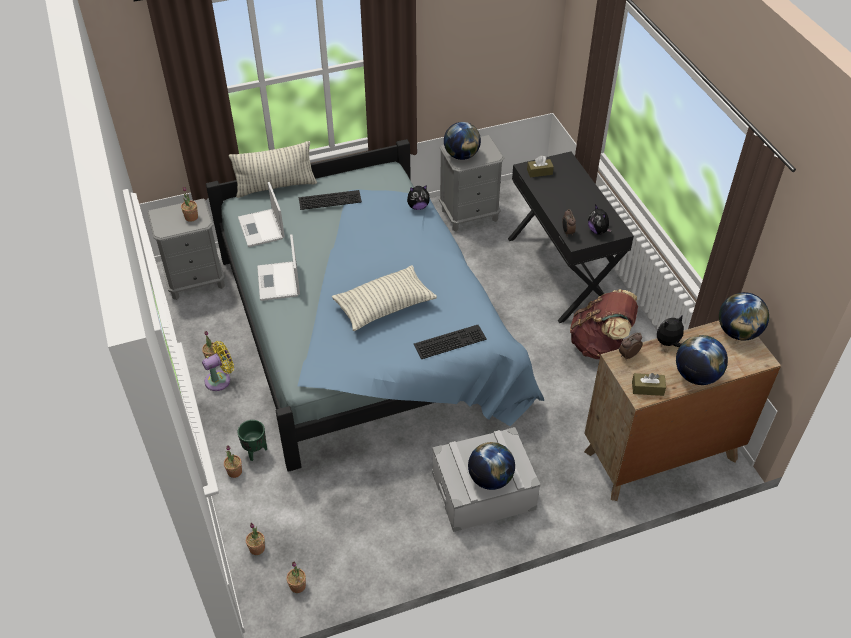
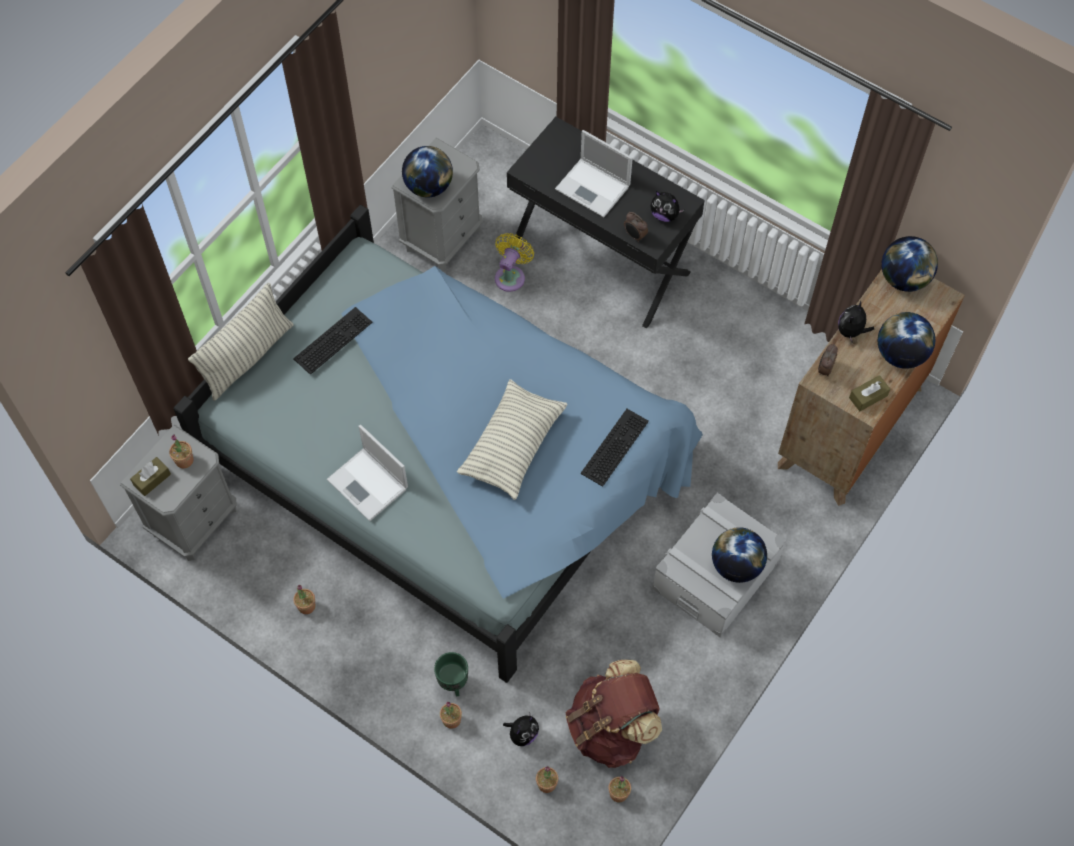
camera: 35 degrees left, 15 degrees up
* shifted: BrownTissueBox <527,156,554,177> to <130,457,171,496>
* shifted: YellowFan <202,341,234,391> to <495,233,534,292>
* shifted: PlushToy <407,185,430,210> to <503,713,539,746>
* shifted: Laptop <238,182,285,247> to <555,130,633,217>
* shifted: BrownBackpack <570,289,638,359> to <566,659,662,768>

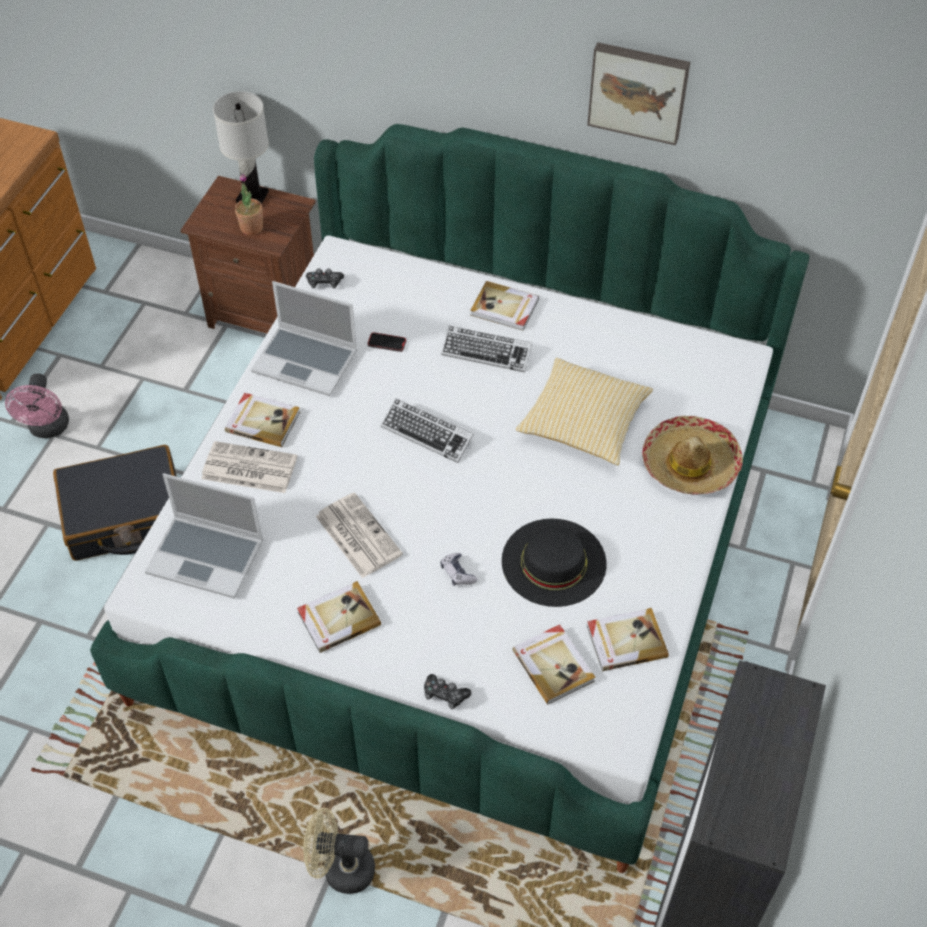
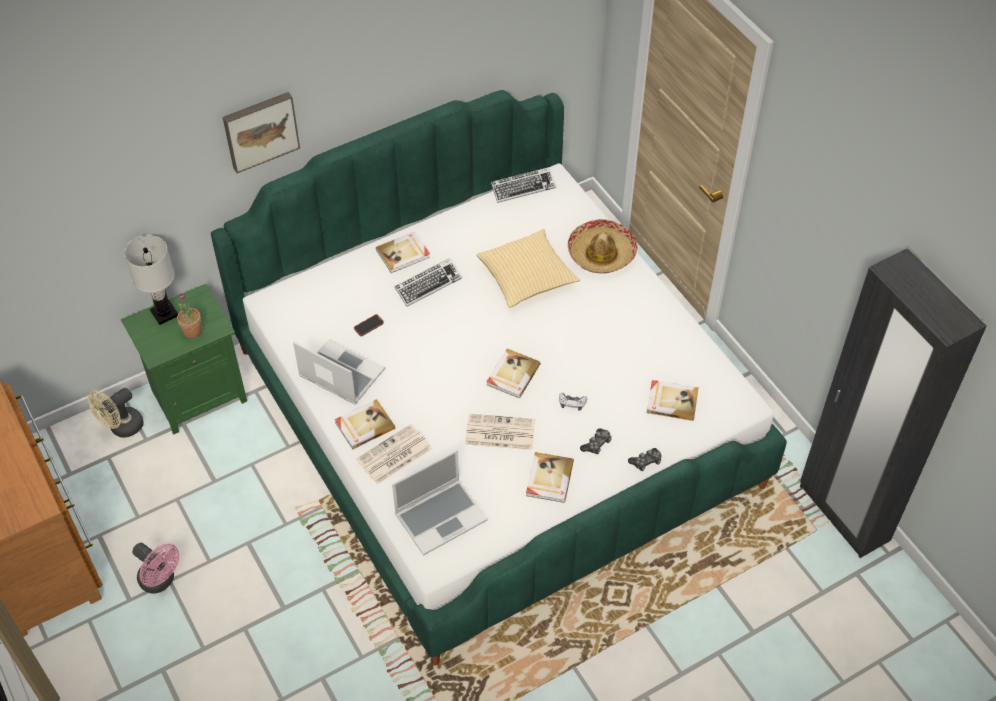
camera: 50 degrees left, 0 degrees up
* shifted: BeigeFan <303,808,375,894> to <88,388,144,438>
* repainted: BrownNightstand <180,176,316,334> to GreenNightstand <121,284,247,435>
* shifted: Picture <587,42,690,145> to <223,92,300,173>
* rotated: Laptop <251,281,358,396> = <293,339,385,405> 120 degrees counterclockwise
* shifted: Book <587,608,669,671> to <486,349,541,398>
* shifted: Keyboard <381,398,474,463> to <491,167,556,203>
* shifted: GameController <306,268,344,288> to <580,428,612,454>
* gone: BlackSuitcase <53,445,177,561>
* gone: BlackHat <502,518,606,607>

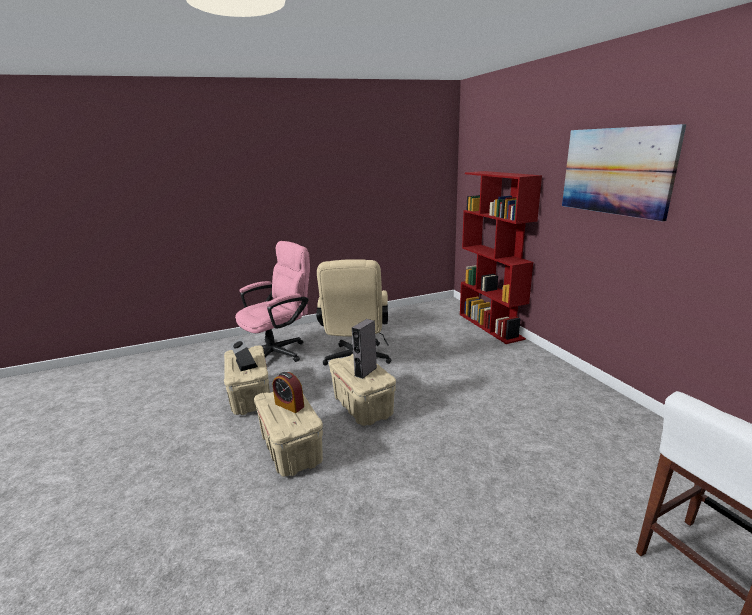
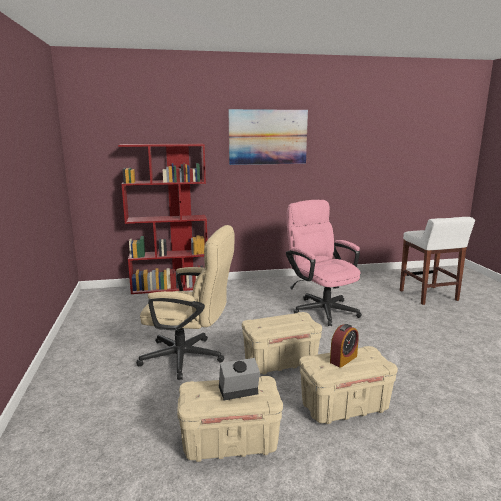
camera: 80 degrees left, 5 degrees down
* shifted: PinkOfficeChair <235,241,310,362> to <286,200,362,326>
* gone: GreySpeaker <352,319,377,379>

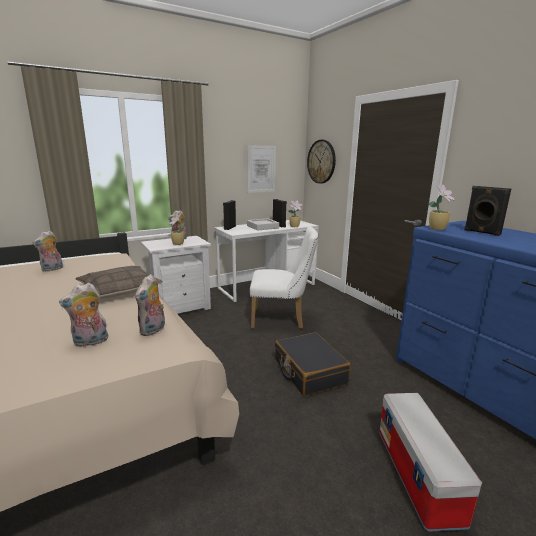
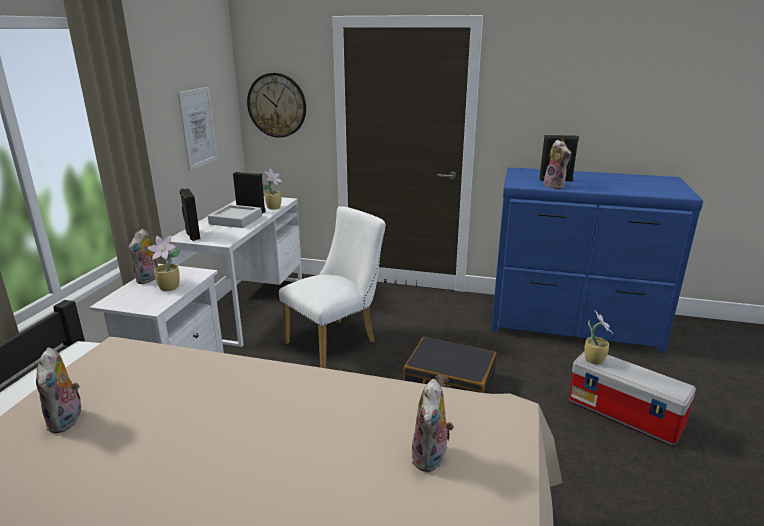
camera: 45 degrees left, 5 degrees up
* shifted: PlushToy <135,274,165,336> to <544,140,571,189>
* shifted: PottedPlant <428,185,455,230> to <584,310,613,365>
* gone: Pillow <75,266,163,299>

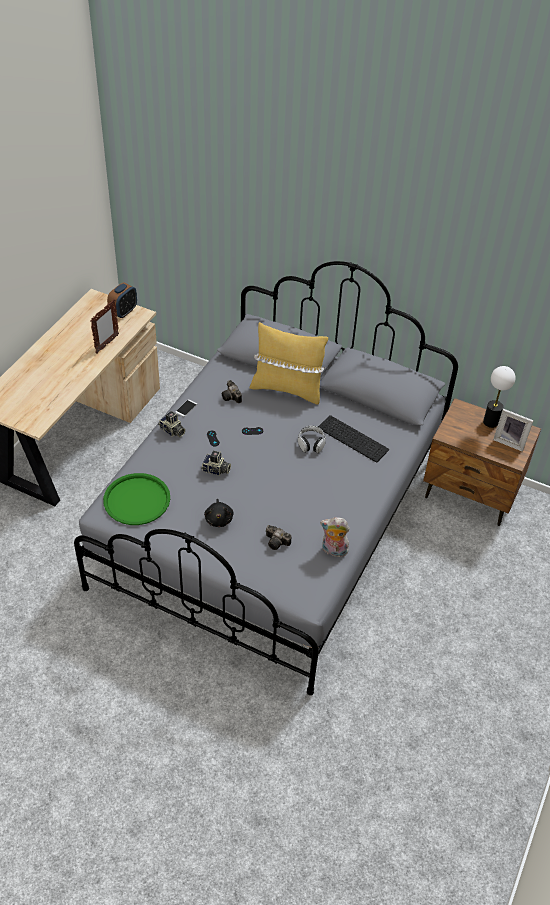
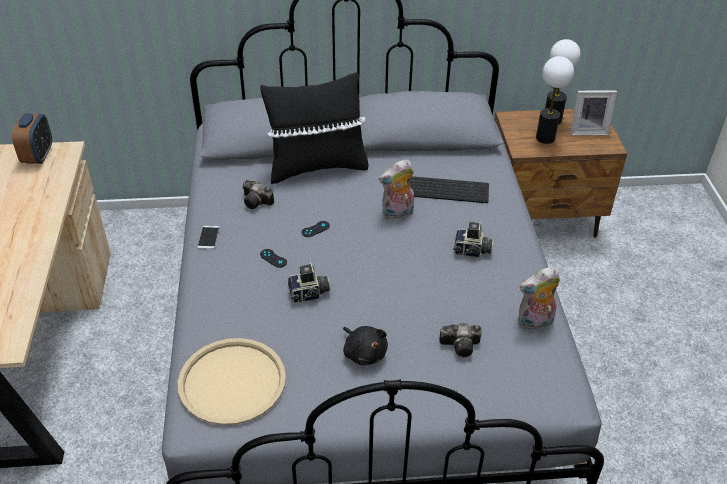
camera: 30 degrees left, 5 degrees down
* repainted: GreenTray <103,473,170,525> to BeigeTray <178,338,286,425>
* repainted: YellowPillow <250,322,328,405> to BlackPillow <260,73,368,184>
* swapped: Headphones <298,426,326,453> to PlushToy <379,159,414,220>
* shifted: PhotoCamera <158,411,185,437> to <453,222,494,258>
* new: TableLamp <536,56,574,144>
* gone: PictureFrame <90,299,119,354>

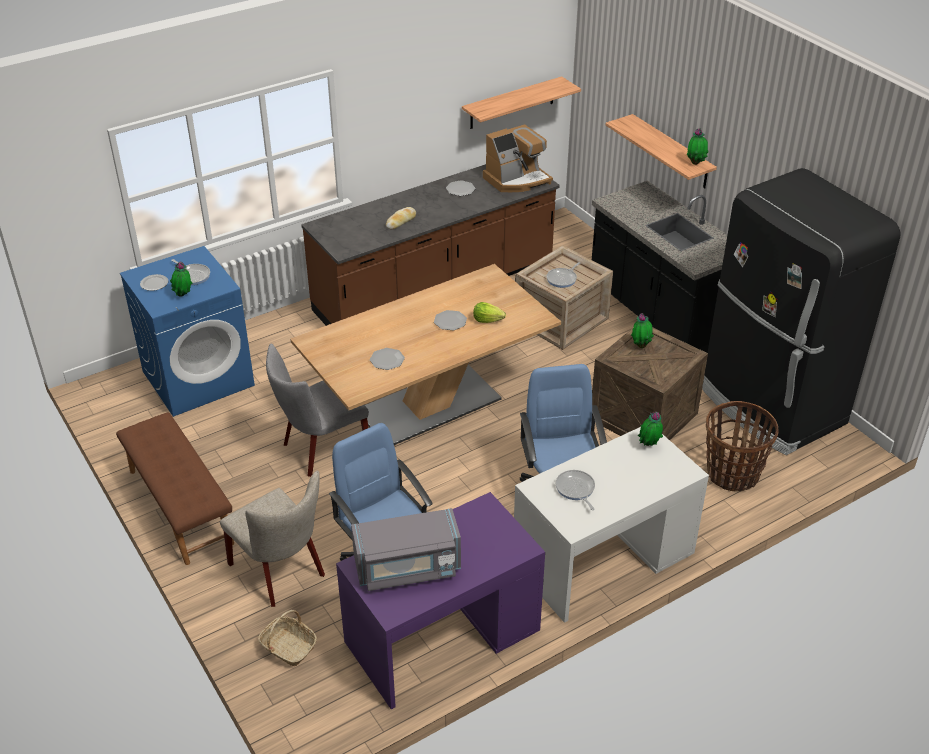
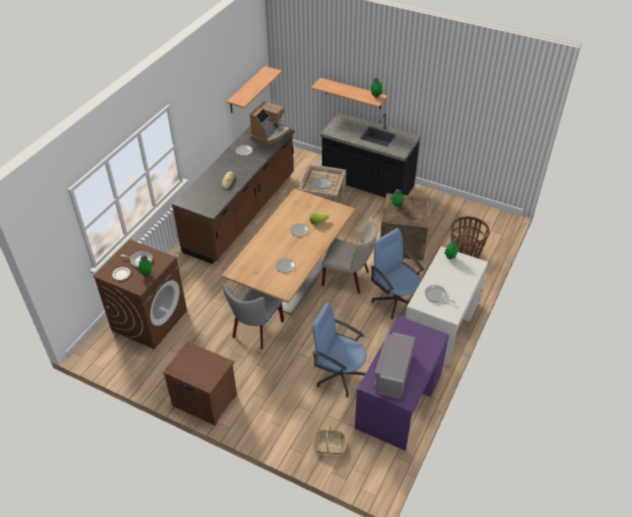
camera: 30 degrees left, 5 degrees up
* repainted: BlueWashingMachine <120,246,255,417> to BrownWashingMachine <93,239,187,349>
* swapped: BrownBench <116,412,234,565> to BrownNightstand <163,342,237,426>
* shifted: BeigeChair <220,471,325,607> to <322,217,377,294>
* rotated: GreyMicrowave <351,508,461,591> = <373,332,415,399> 150 degrees clockwise
* gone: BlackFridge <702,168,901,455>

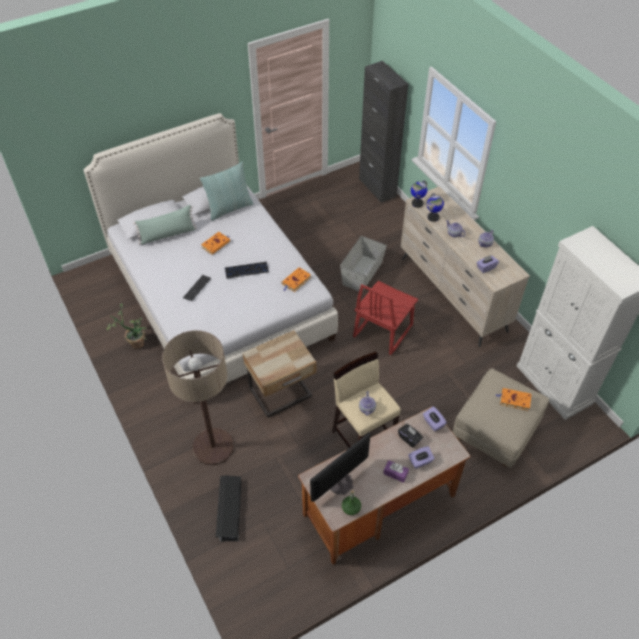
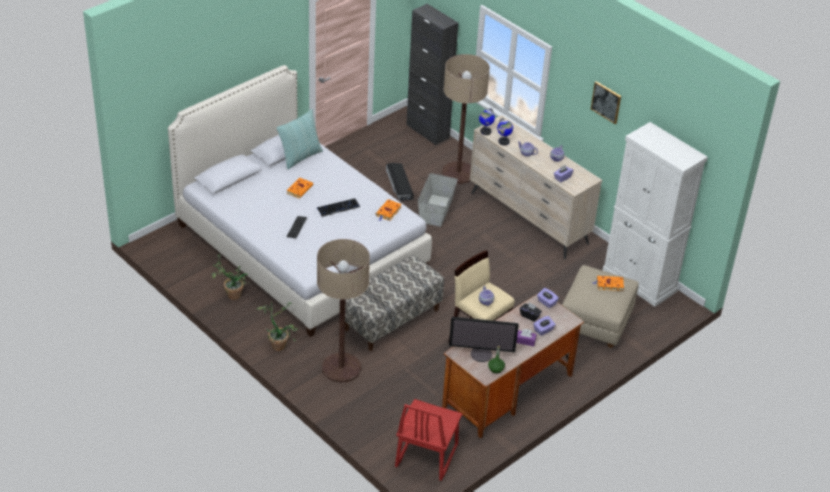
camera: 15 degrees left, 10 degrees down
* new: PottedPlant <257,302,298,351>
* swapped: BeigeNightstand <243,330,316,418> to Bench <345,255,444,351>
* shifted: BlackStorageBox <216,475,242,541> to <386,163,414,201>
* shifted: RedChair <353,281,418,355> to <395,399,463,481>
* new: FloorLamp <442,54,490,184>
* rotated: Monitor <310,432,370,502> = <449,317,519,362> 120 degrees counterclockwise
* new: Picture <591,81,621,124>
* gone: GreenPillow <133,205,197,245>

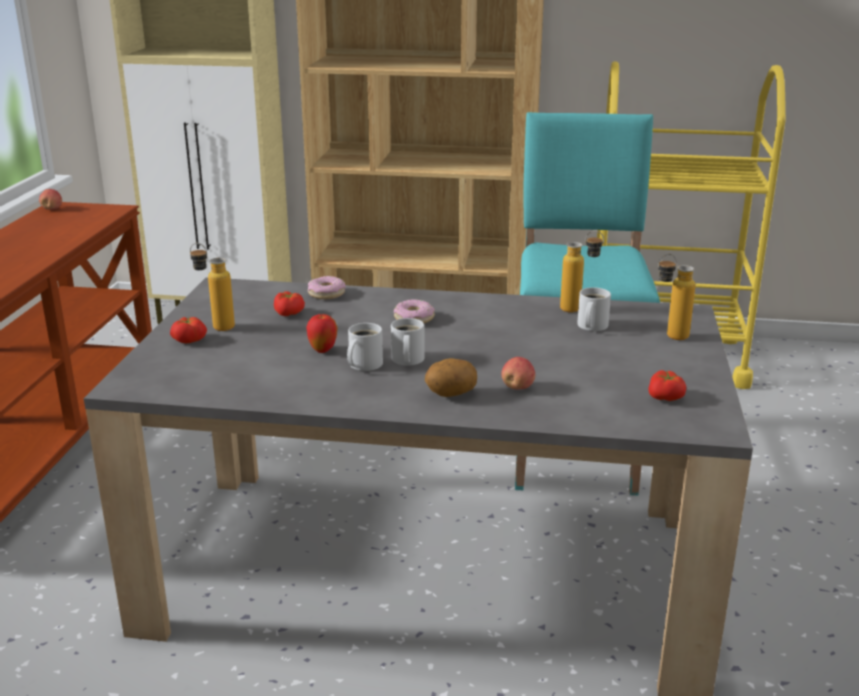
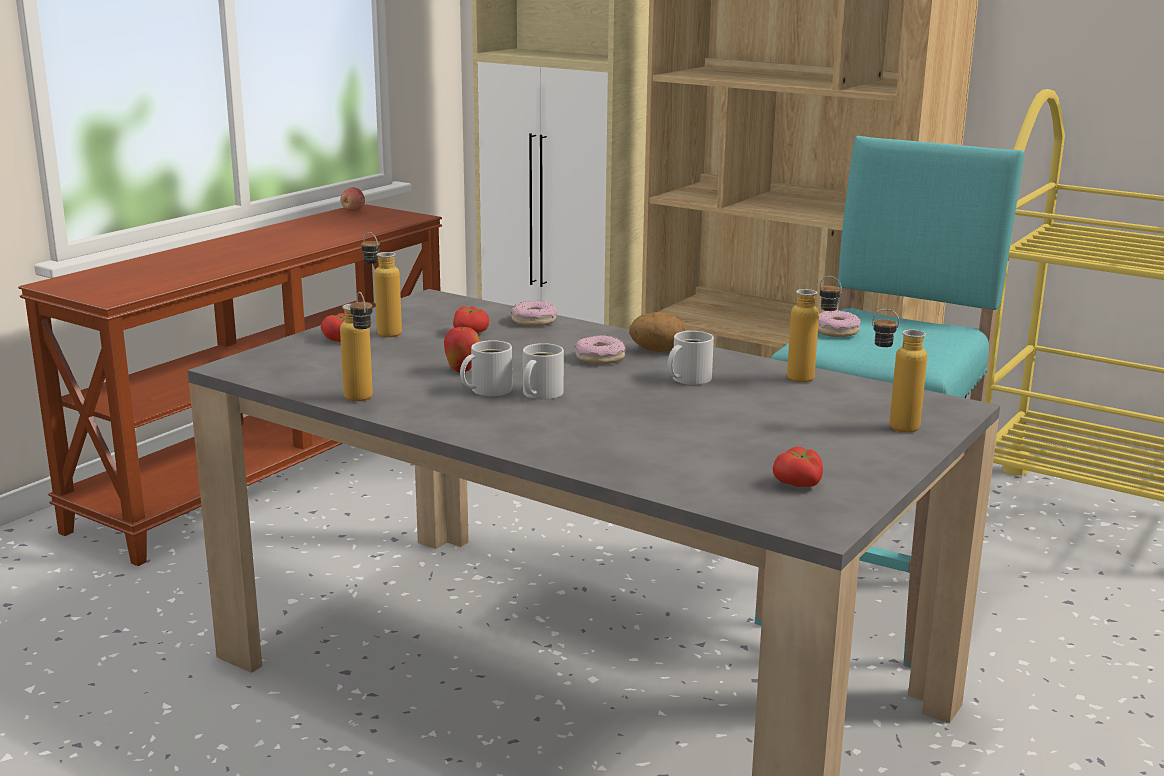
camera: 25 degrees right, 5 degrees down
* new: Bottle <340,292,373,401>
* shifted: Potato <425,358,477,397> to <629,312,685,352>
* shifted: WhiteMug <577,287,611,331> to <668,331,714,385>
* new: Donut <818,310,861,337>
* gone: Apple <501,357,535,389>

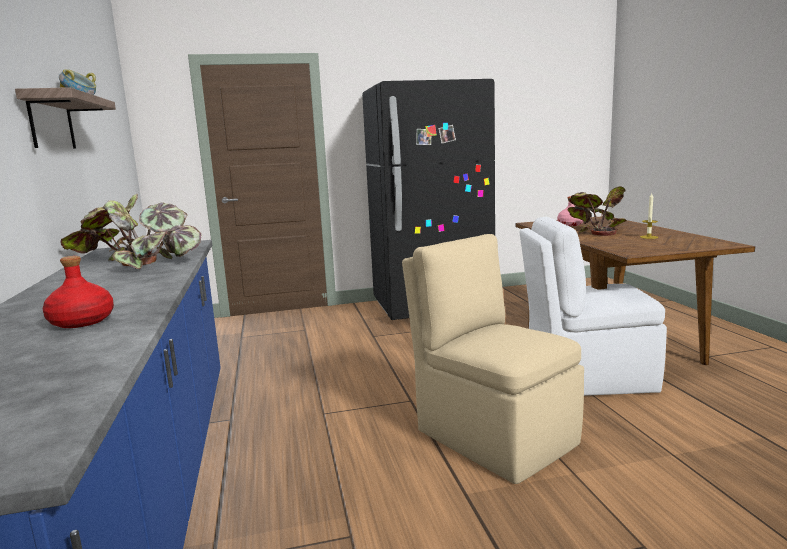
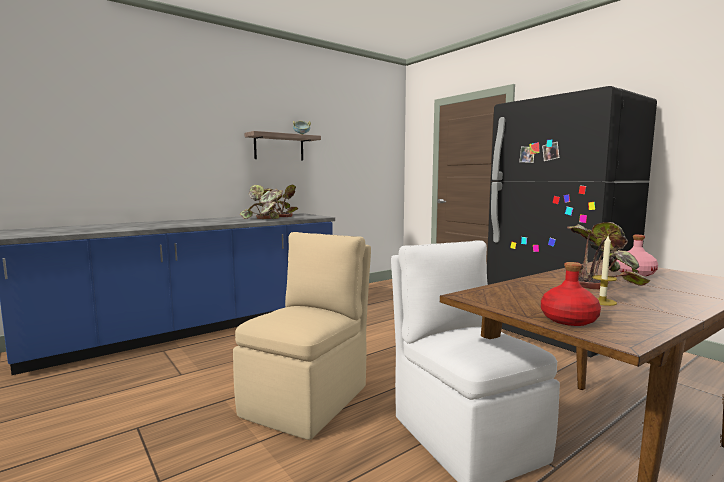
camera: 65 degrees right, 5 degrees down
* shifted: RedBottle <43,256,114,328> to <541,262,601,326>

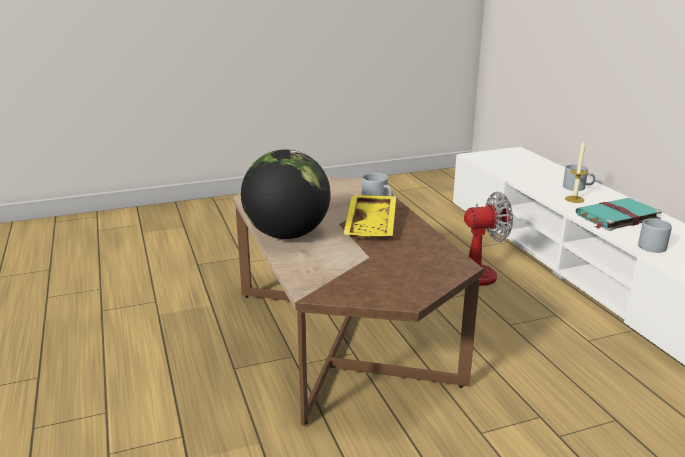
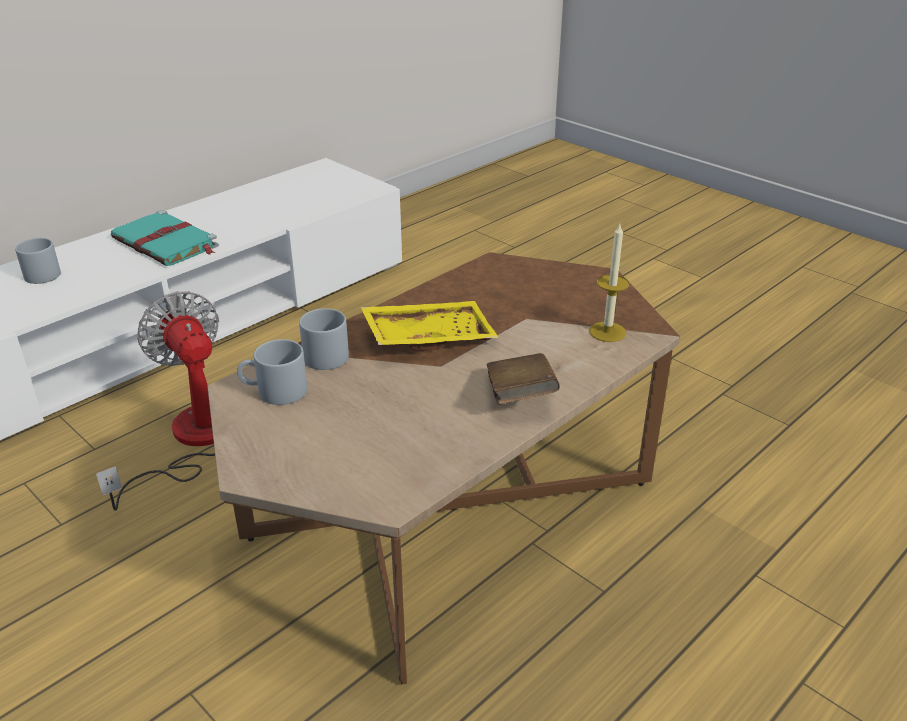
camera: 115 degrees left, 10 degrees up
* shifted: GreyMug <638,218,672,253> to <237,339,307,405>
* swapped: Globe <241,150,331,239> to BrownBook <486,353,560,405>
* shifted: Candle <565,141,587,203> to <589,224,630,342>

